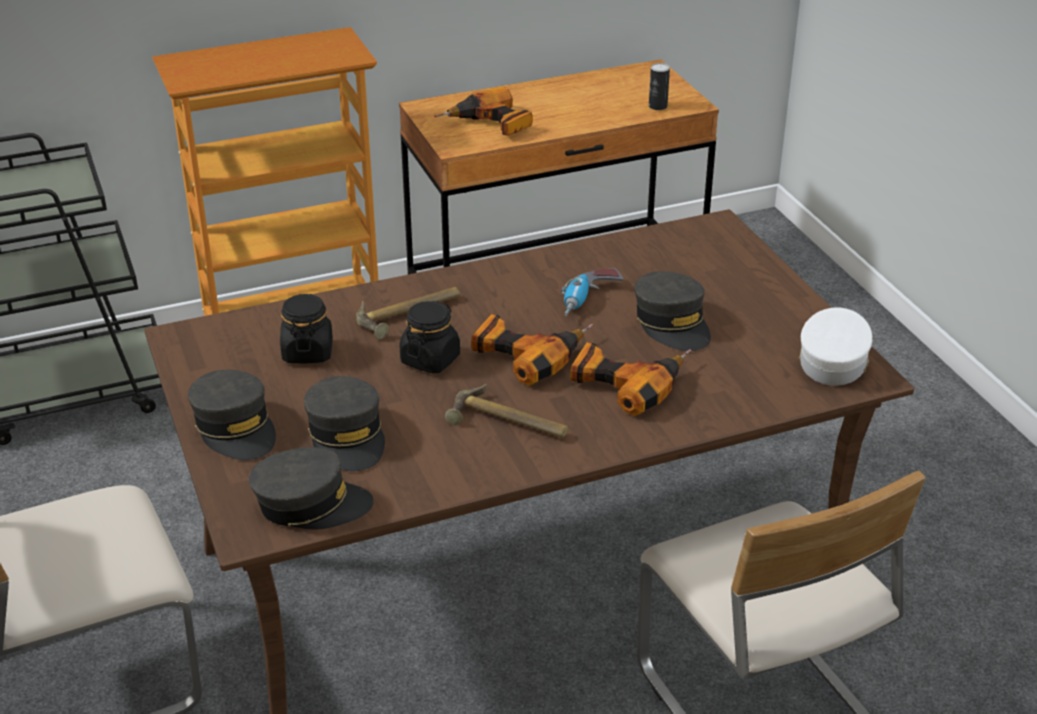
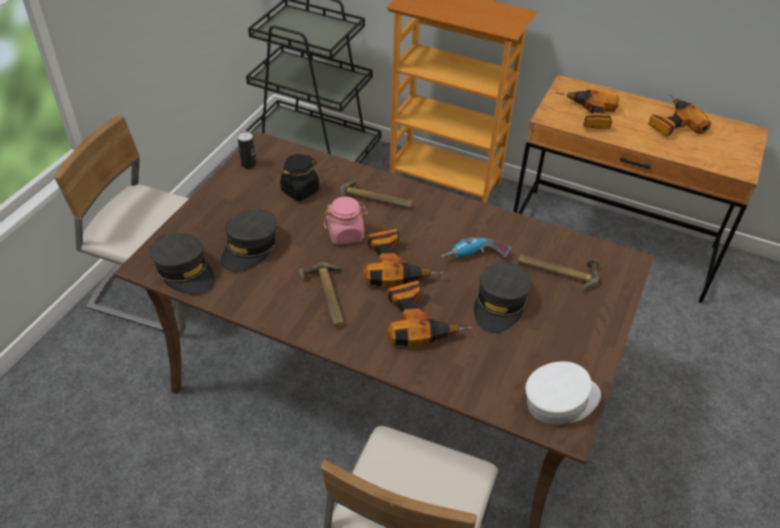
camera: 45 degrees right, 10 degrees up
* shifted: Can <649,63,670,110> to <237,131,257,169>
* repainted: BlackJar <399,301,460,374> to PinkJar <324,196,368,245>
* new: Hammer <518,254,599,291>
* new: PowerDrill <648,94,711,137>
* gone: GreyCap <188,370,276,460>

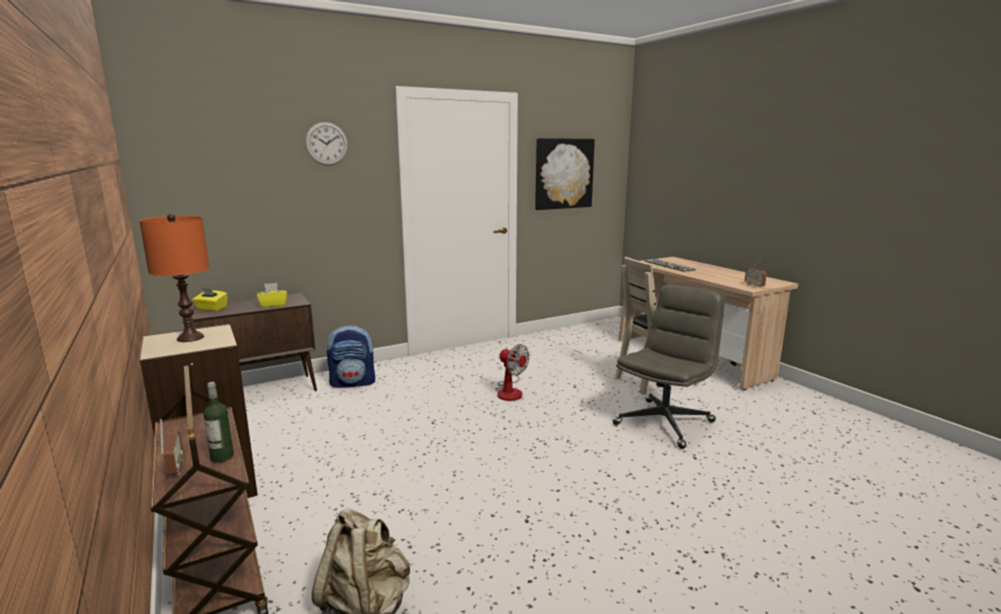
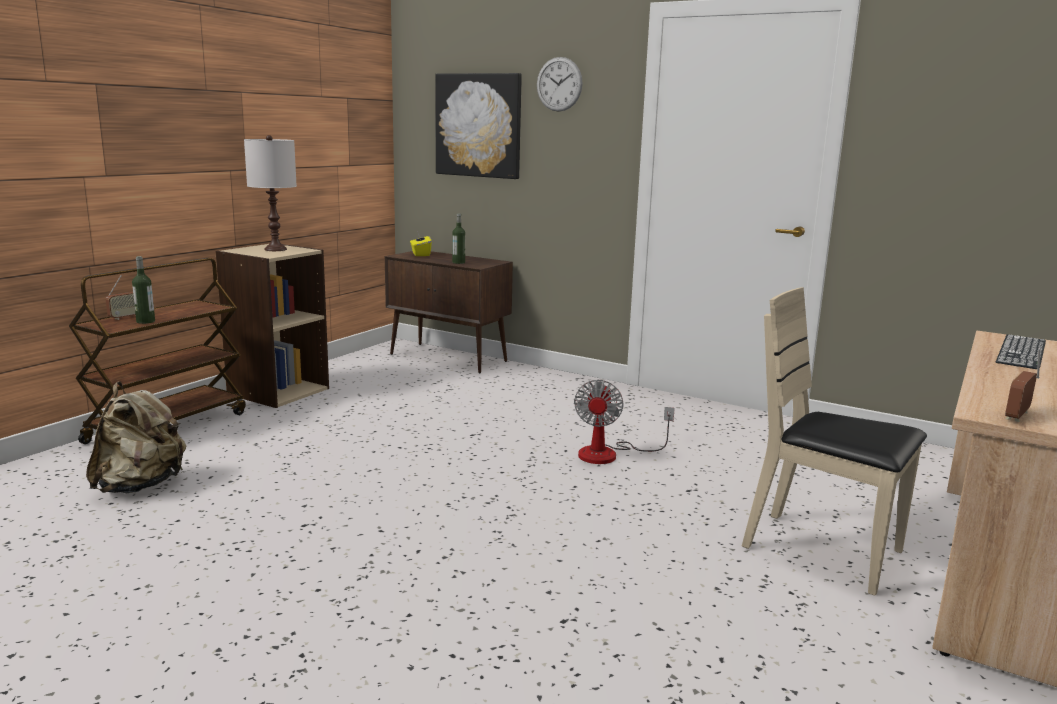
camera: 60 degrees right, 0 degrees up
* repainted: OrangeTableLamp <139,214,210,342> to WhiteTableLamp <244,135,297,251>
* shifted: Picture <535,138,595,210> to <435,73,522,179>
* swapped: YellowTissueBox <256,283,287,308> to Bottle <452,213,465,264>
* gone: Backpack <327,326,375,388>
* gone: GreyOfficeChair <613,284,725,449>

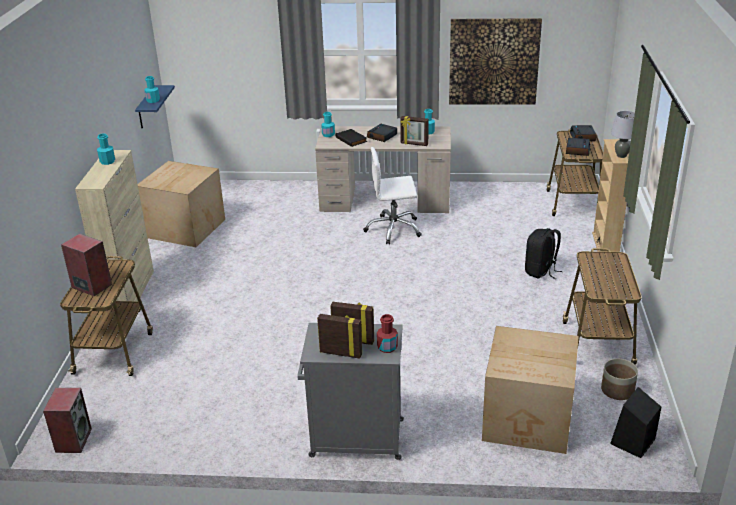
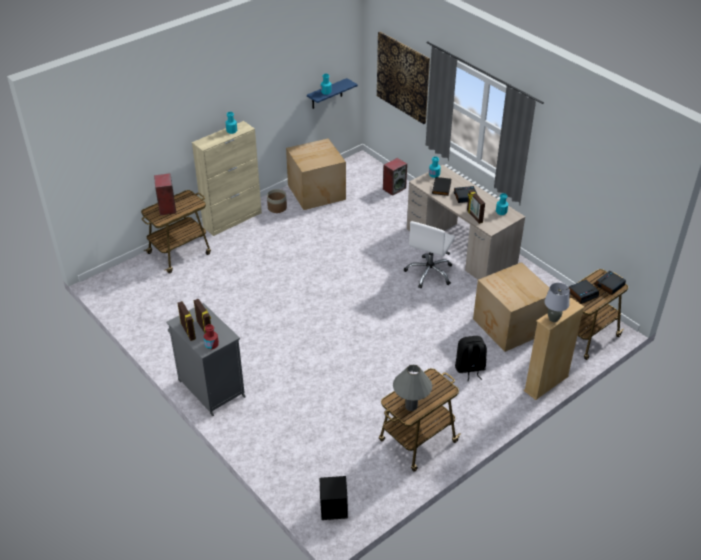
camera: 45 degrees right, 10 degrees up
* shifted: Planter <601,359,638,400> to <267,189,287,213>
* shifted: Picture <449,18,542,104> to <377,32,430,124>
* shifted: Speaker <43,388,92,453> to <383,158,407,196>
* new: GreyTableLamp <393,365,432,411>
* rotated: WhiteOfficeChair <363,147,422,244> = <404,221,455,288> 105 degrees counterclockwise
* shifted: CardboardBox <482,326,579,454> to <473,262,549,352>

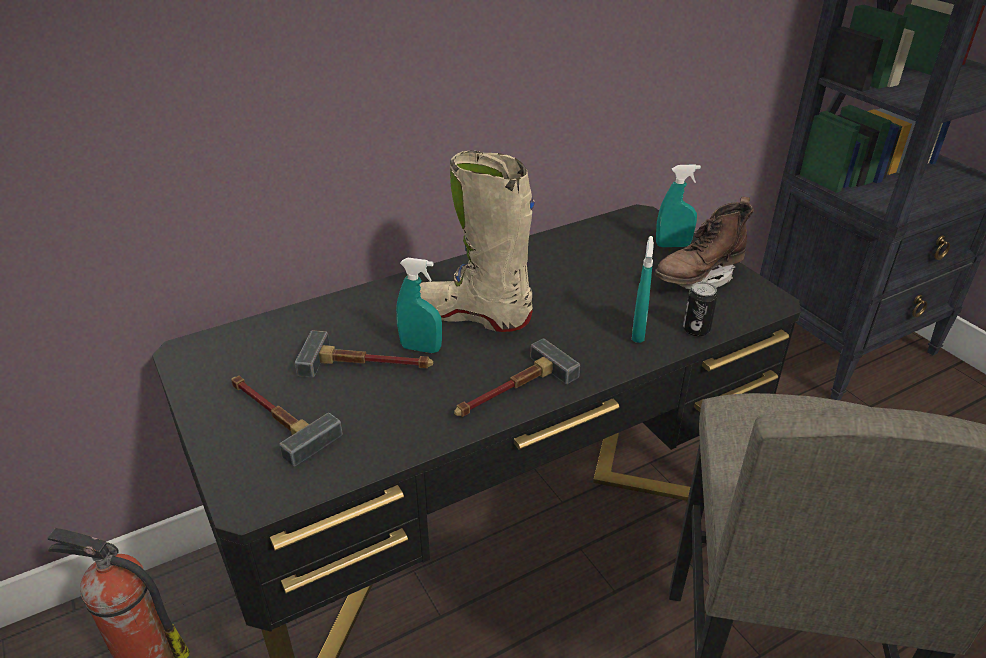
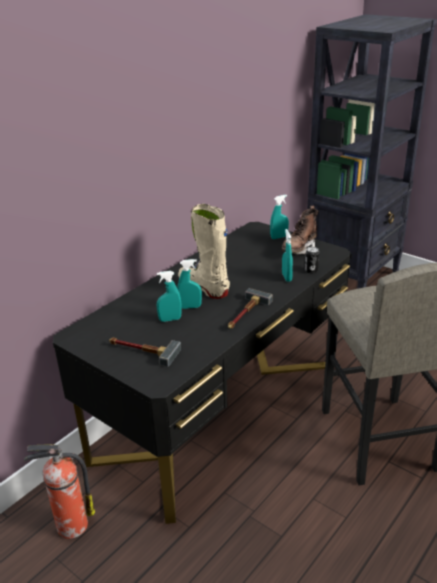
camera: 20 degrees left, 5 degrees down
* swapped: Hammer <295,330,433,377> to TurquoiseSprayBottle <157,271,182,322>
* rotated: BeigeBoot <420,151,535,332> = <178,204,230,299> 45 degrees clockwise

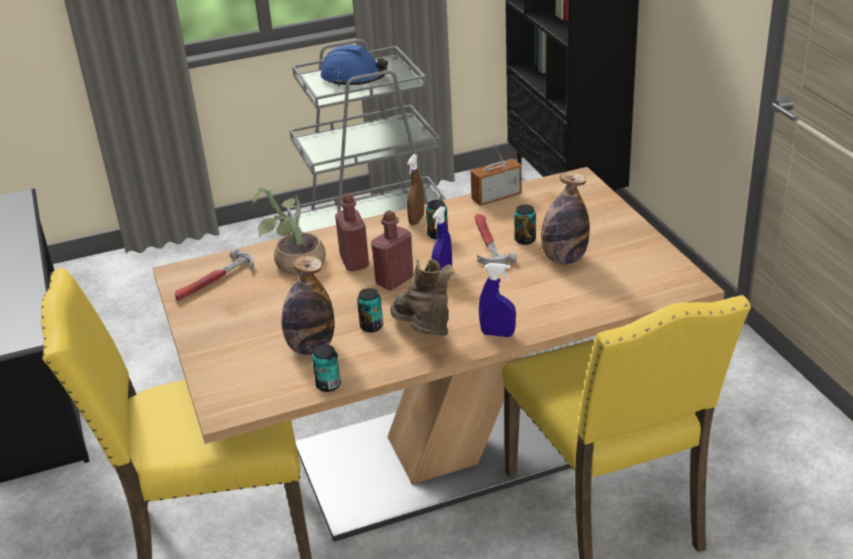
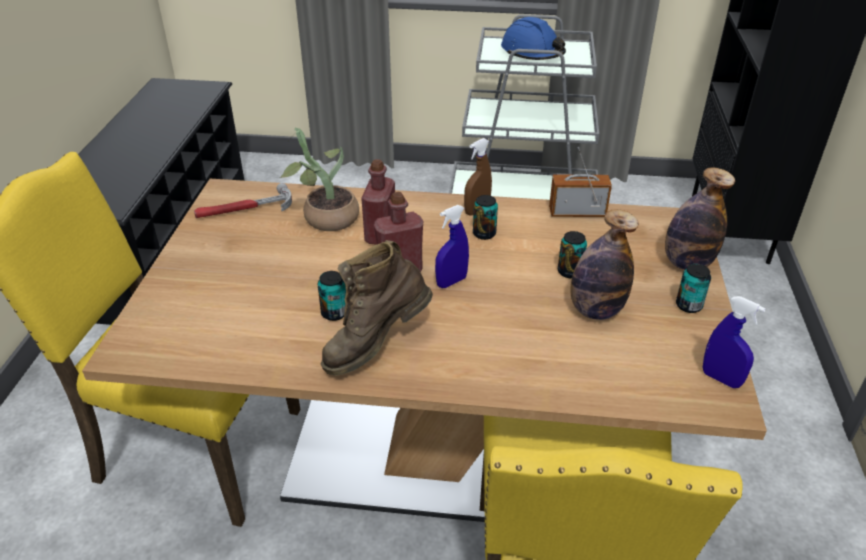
camera: 25 degrees right, 5 degrees up
* rotated: BrownBoot <390,259,454,335> = <321,240,433,376> 135 degrees counterclockwise
* shifted: Bottle <282,256,334,355> to <665,168,735,270>
* shifted: Can <312,345,341,392> to <676,264,711,313>
* shifted: BlueSprayBottle <479,263,516,337> to <702,296,766,388>
* gone: Hammer <475,214,517,265>

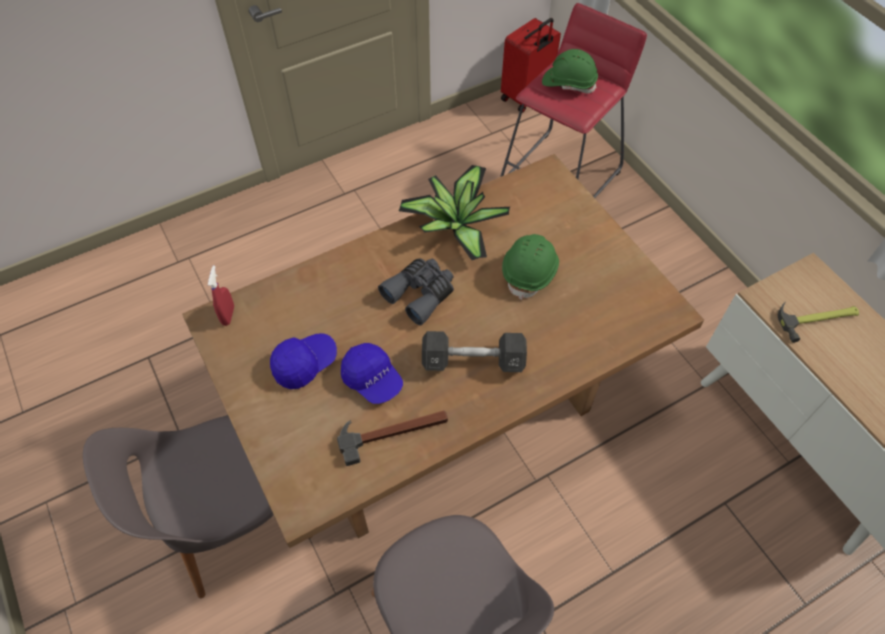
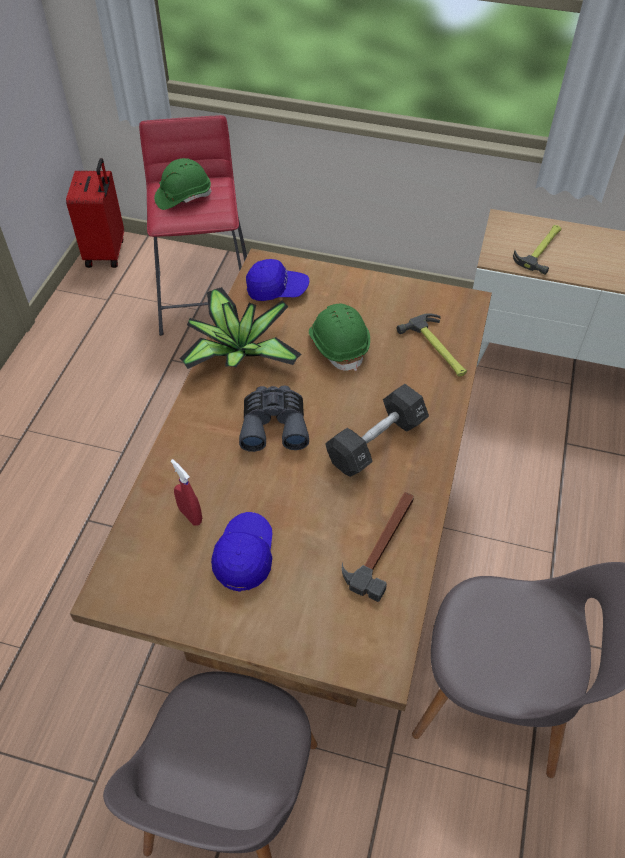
camera: 45 degrees left, 5 degrees down
* shifted: RedSprayBottle <208,265,234,326> to <171,459,202,526>
* shifted: BlueCap <341,343,403,404> to <246,259,309,301>
* new: Hammer <397,313,467,377>

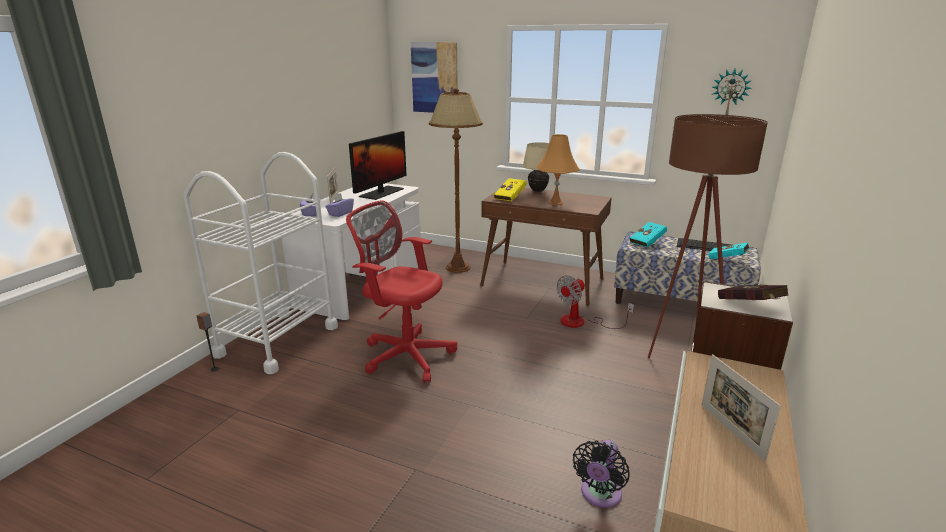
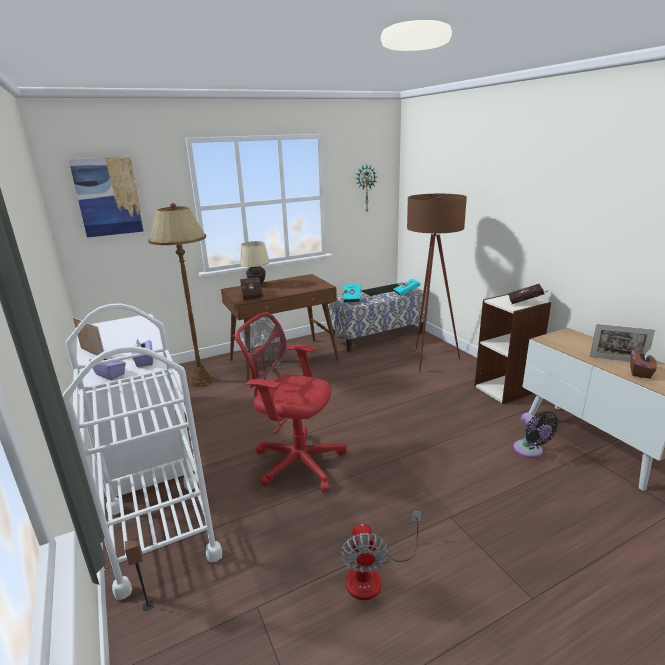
camera: 50 degrees left, 0 degrees up
* rotated: RedOfficeChair <346,200,457,383> = <235,312,347,492> 45 degrees clockwise
* repainted: YellowBook <494,178,527,201> to RedBook <240,277,263,300>
* shifted: Fan <556,275,634,329> to <340,511,421,600>
* new: BrownTissueBox <630,349,657,379>
* gone: Monitor <349,131,406,200>
* gone: OrangeTableLamp <537,134,580,205>

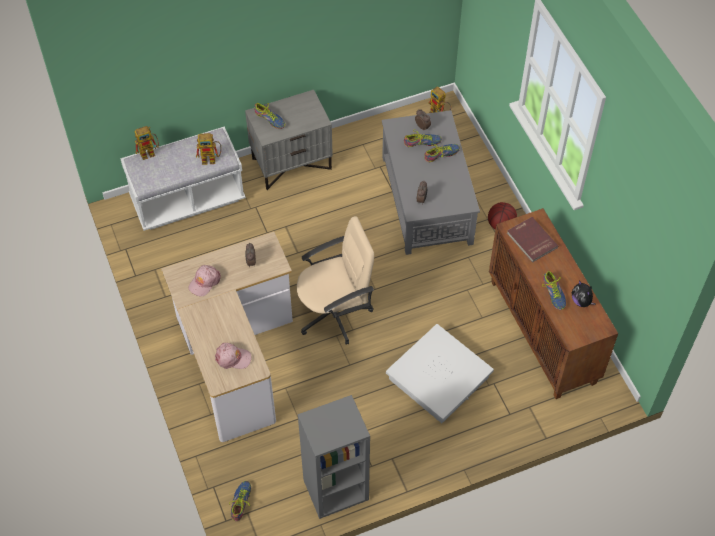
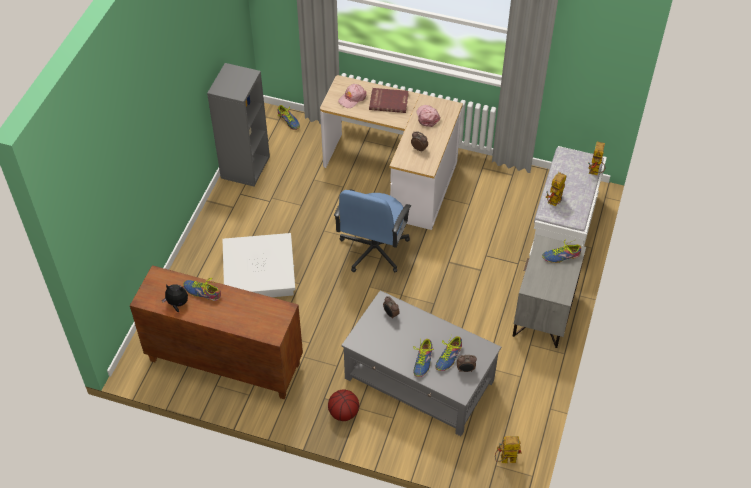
camera: 130 degrees right, 5 degrees down
* repainted: BeigeOfficeChair <297,216,374,345> to BlueOfficeChair <334,189,411,273>
* shifted: RedBook <507,217,558,263> to <369,88,409,113>

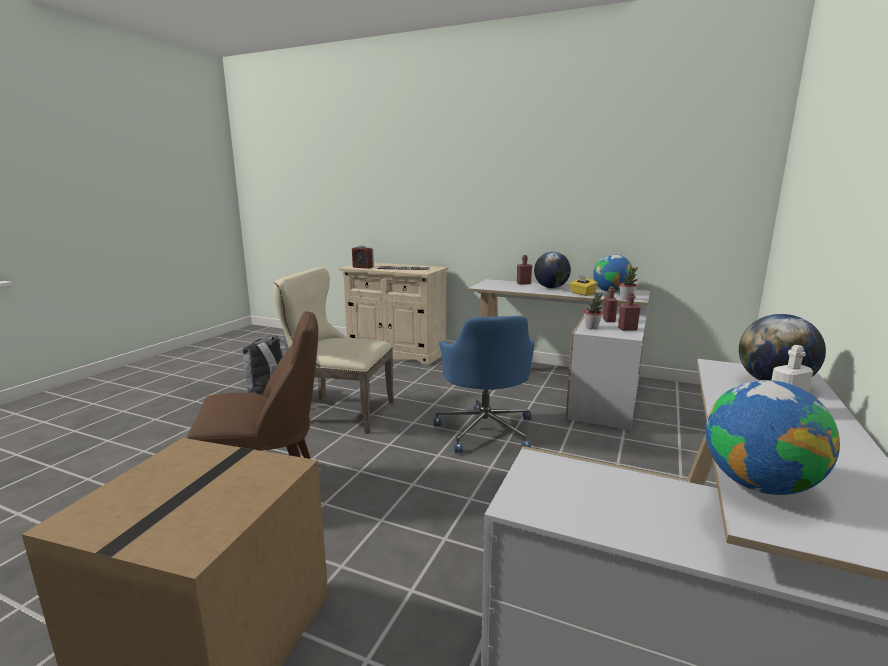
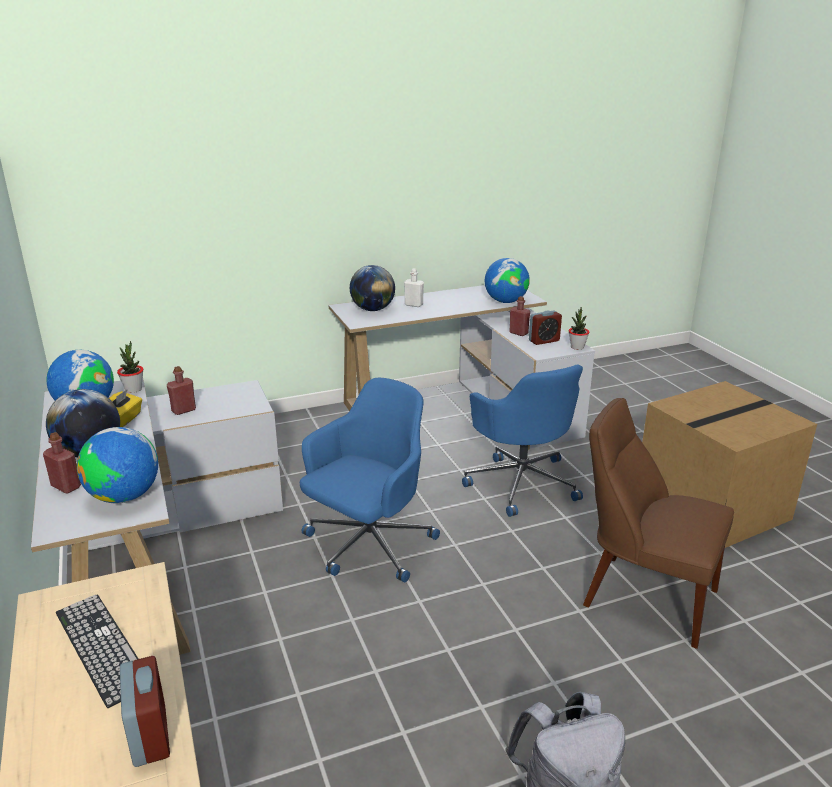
camera: 135 degrees left, 10 degrees up
* new: Globe <77,427,158,503>
* new: BlueOfficeChair <462,364,583,517>
* shifted: RedBottle <618,293,641,331> to <509,296,530,336>
* new: AlarmClock <529,310,562,345>
* shifted: PottedPlant <583,292,603,329> to <569,307,590,350>
* gone: BeigeChair <273,267,394,434>

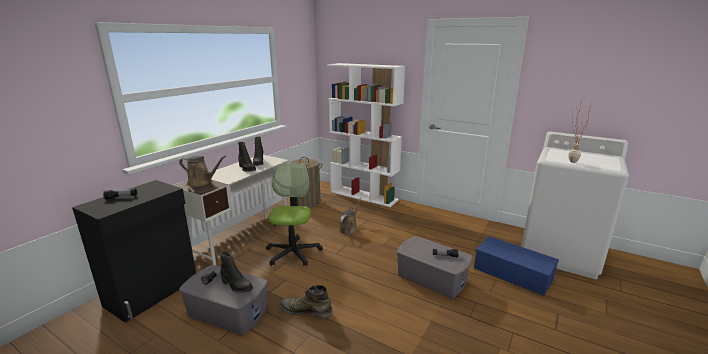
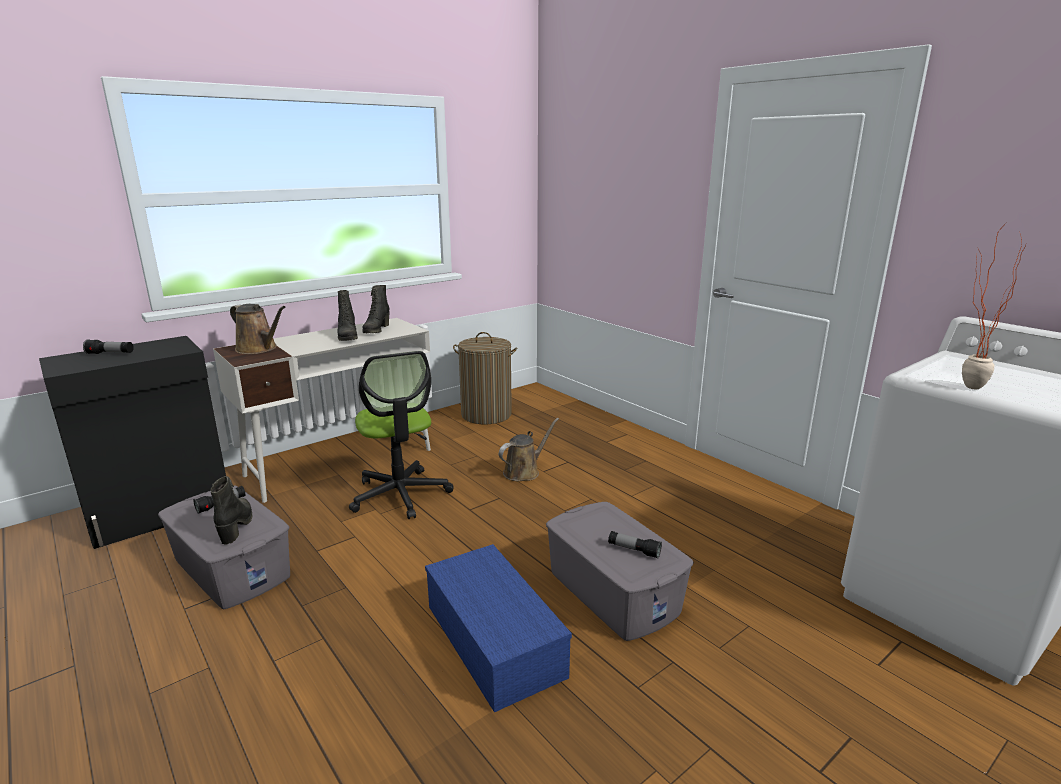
camera: 20 degrees right, 0 degrees up
* rotated: BlackBoot <220,252,253,293> = <211,476,252,545> 150 degrees counterclockwise
* rotated: OfficeChair <266,163,323,266> = <349,351,454,519> 135 degrees clockwise
* shifted: BlueStorageBox <474,236,559,296> to <425,544,572,712>
* gone: GreenBoot <280,285,333,318>
* gone: WhiteBookcase <327,63,405,207>

